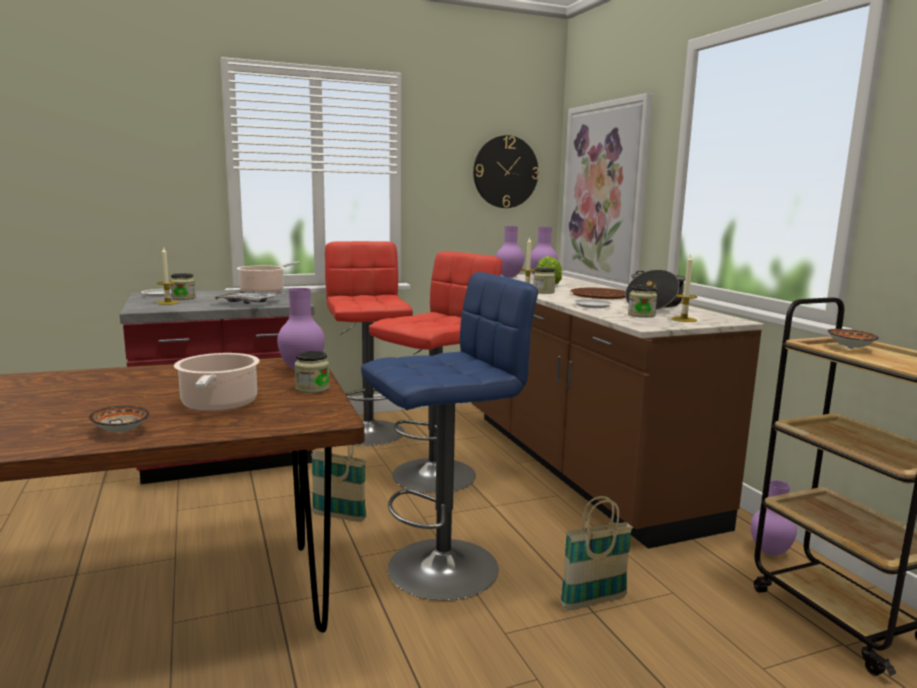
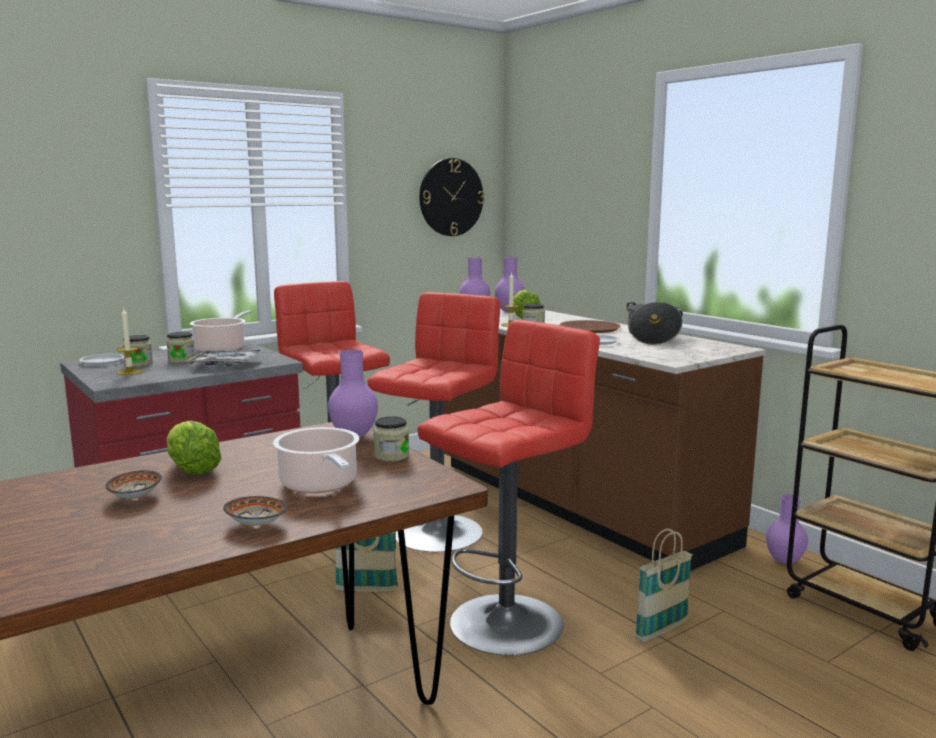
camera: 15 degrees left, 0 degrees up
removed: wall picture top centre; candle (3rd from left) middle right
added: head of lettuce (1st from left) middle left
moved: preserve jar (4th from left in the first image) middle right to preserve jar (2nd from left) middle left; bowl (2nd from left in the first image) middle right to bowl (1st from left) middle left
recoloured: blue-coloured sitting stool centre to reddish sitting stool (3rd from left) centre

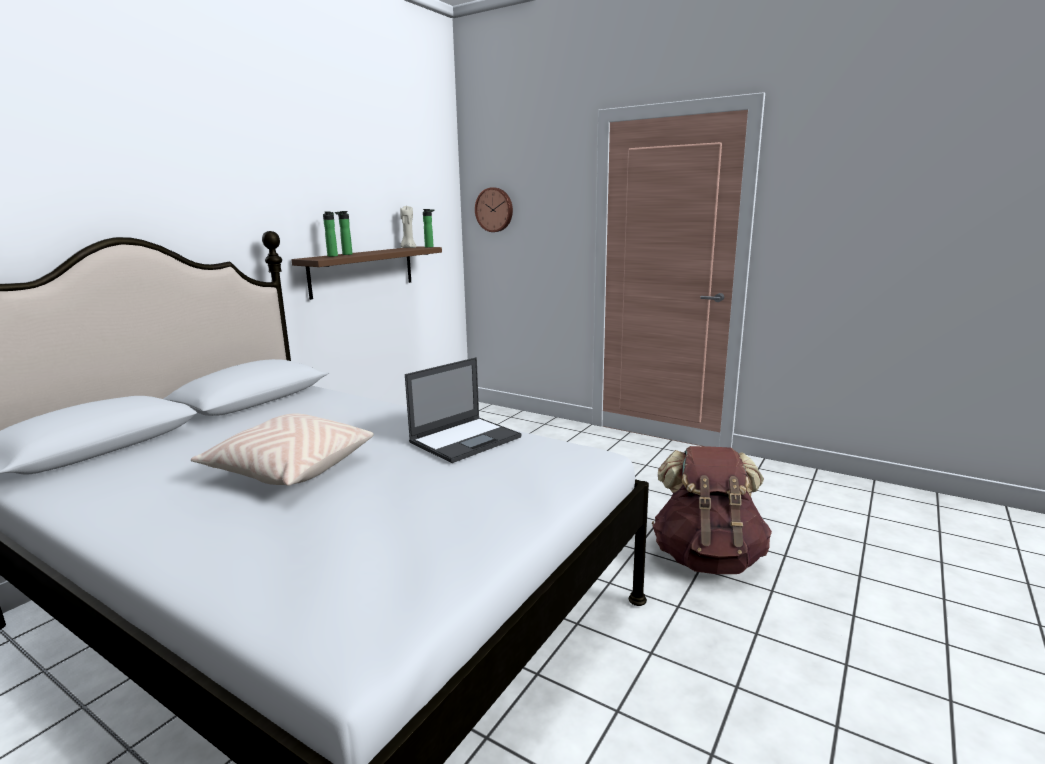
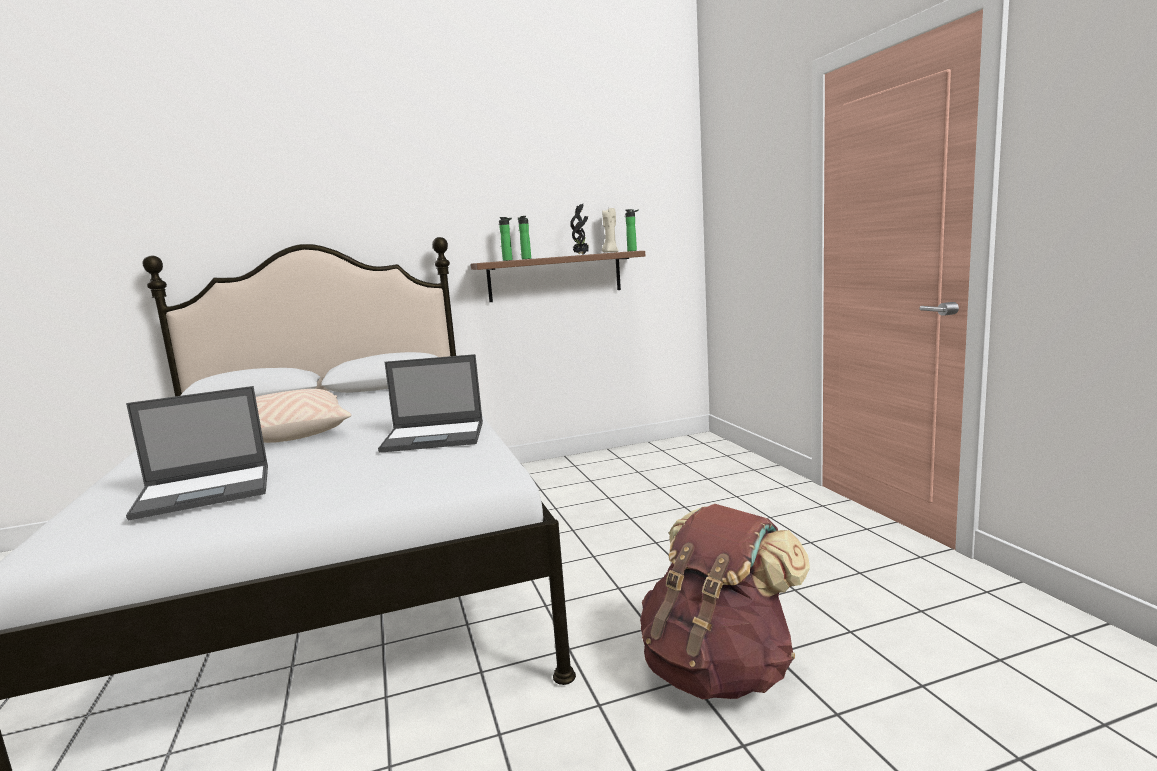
camera: 40 degrees right, 5 degrees down
removed: wall clock top centre
added: laptop (1st from left) middle left; plant in a pot top centre

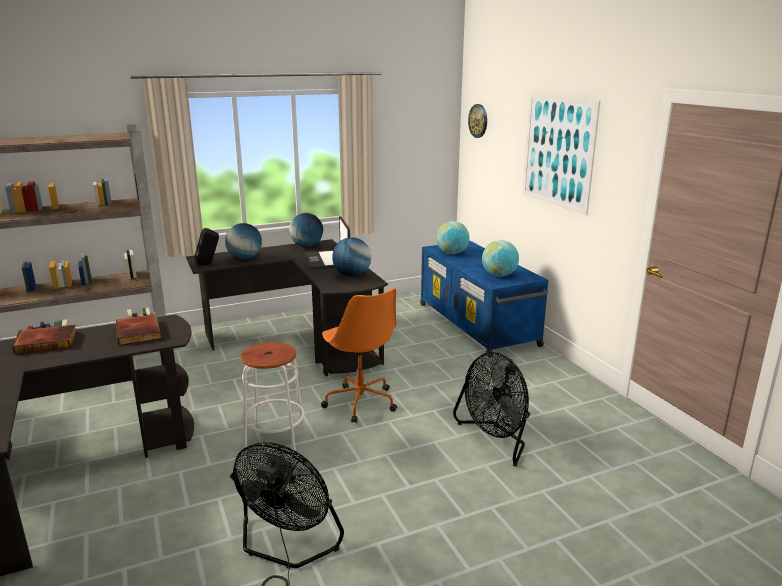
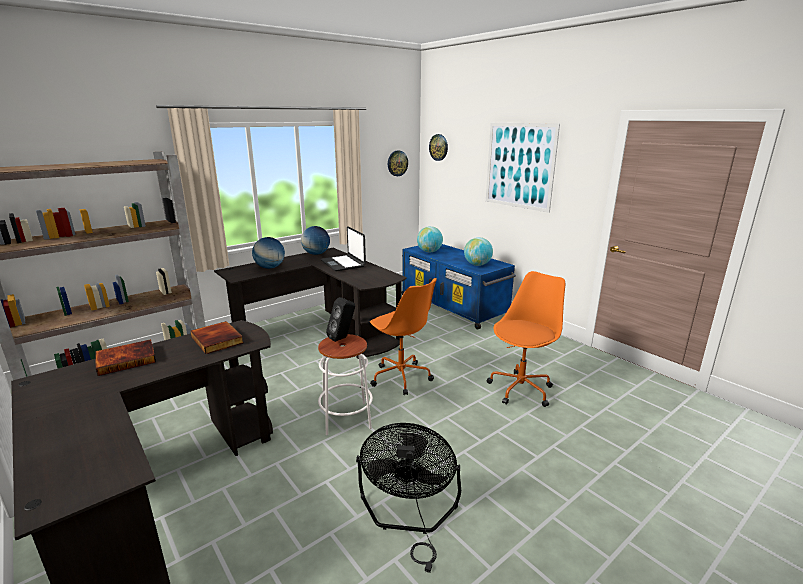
camera: 15 degrees left, 0 degrees up
removed: world globe (3rd from left) centre
added: wall clock (1st from left) top centre
moved: blackish audio speaker middle left to centre
replaced: blackish cooling fan (2nd from left) bottom centre to orange-coloured desk chair (2nd from left) centre

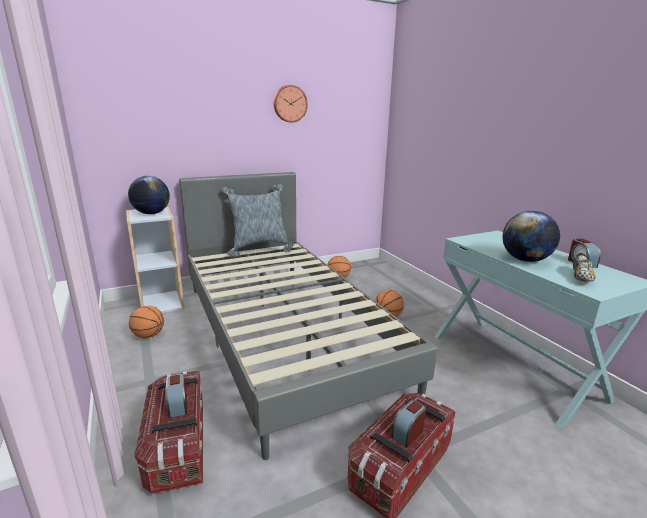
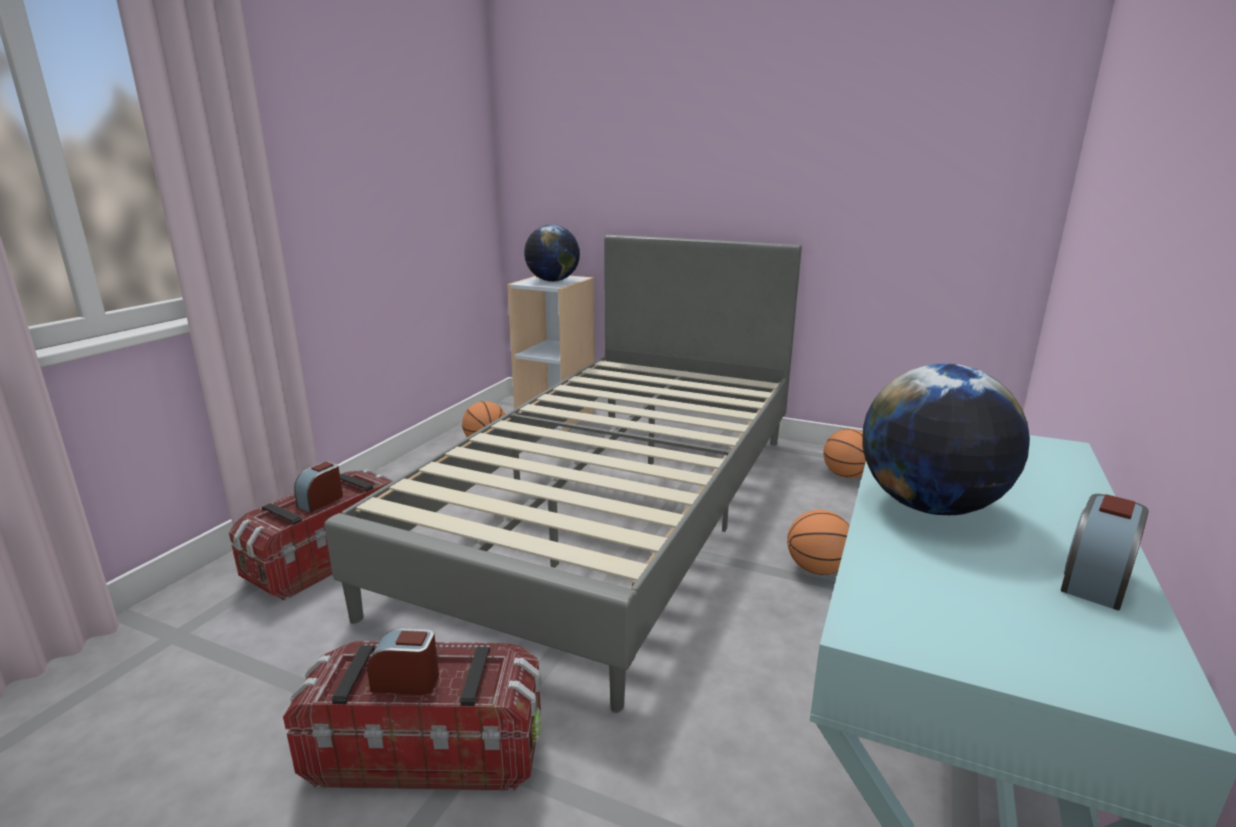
camera: 50 degrees right, 0 degrees up
removed: pillow centre; wall clock top centre; low shoe middle right

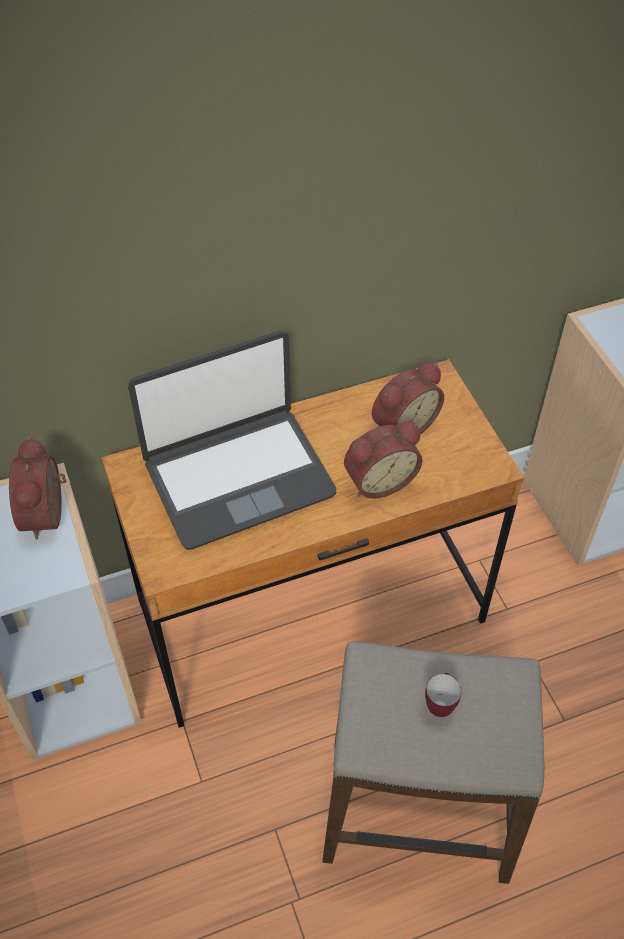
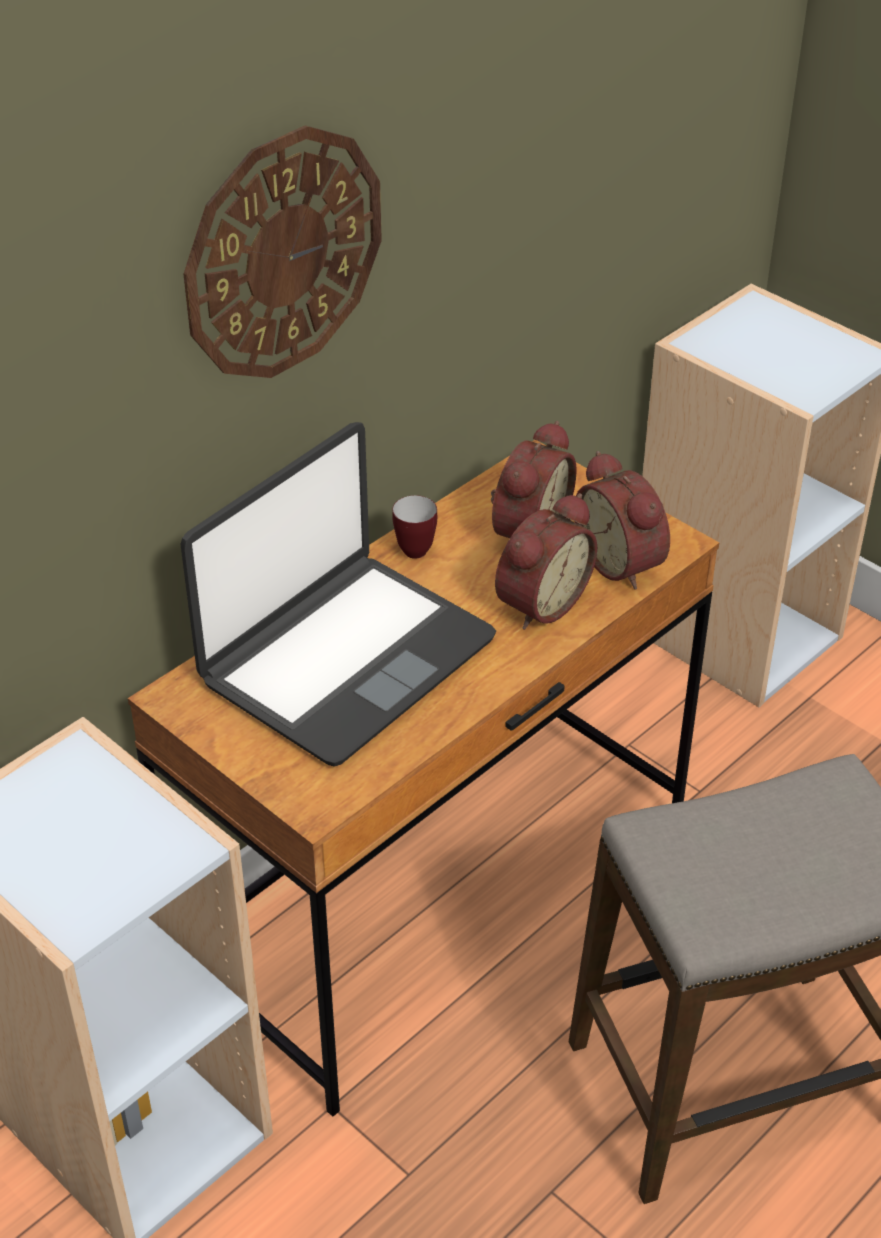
camera: 25 degrees left, 10 degrees down
added: wall clock top left
moved: alarm clock (1st from left in the first image) middle left to alarm clock (3rd from left) middle right; mug bottom right to centre

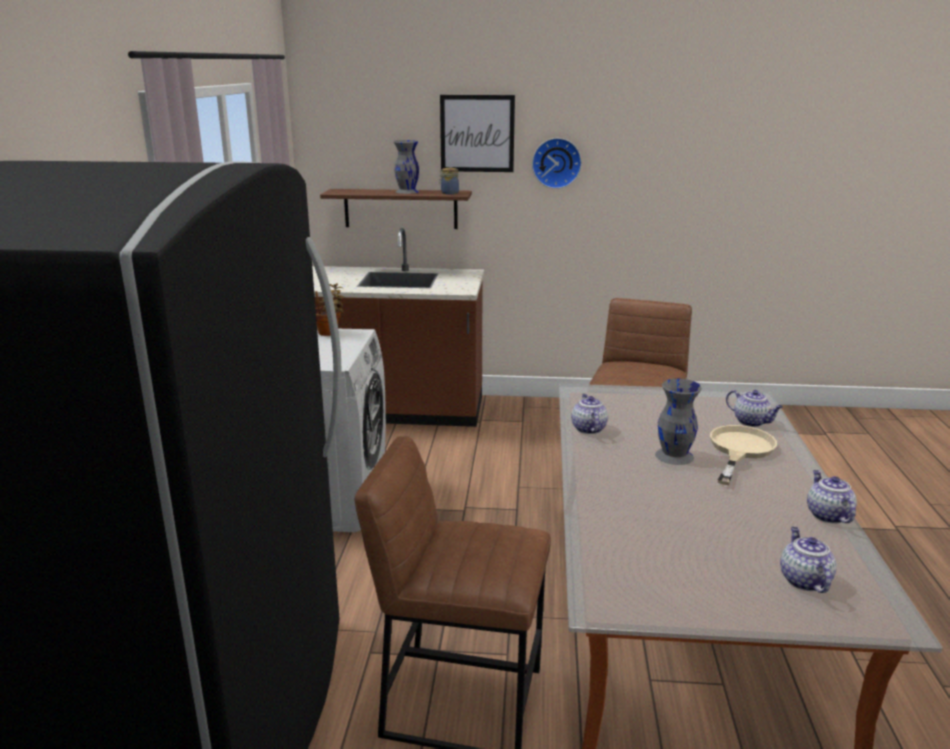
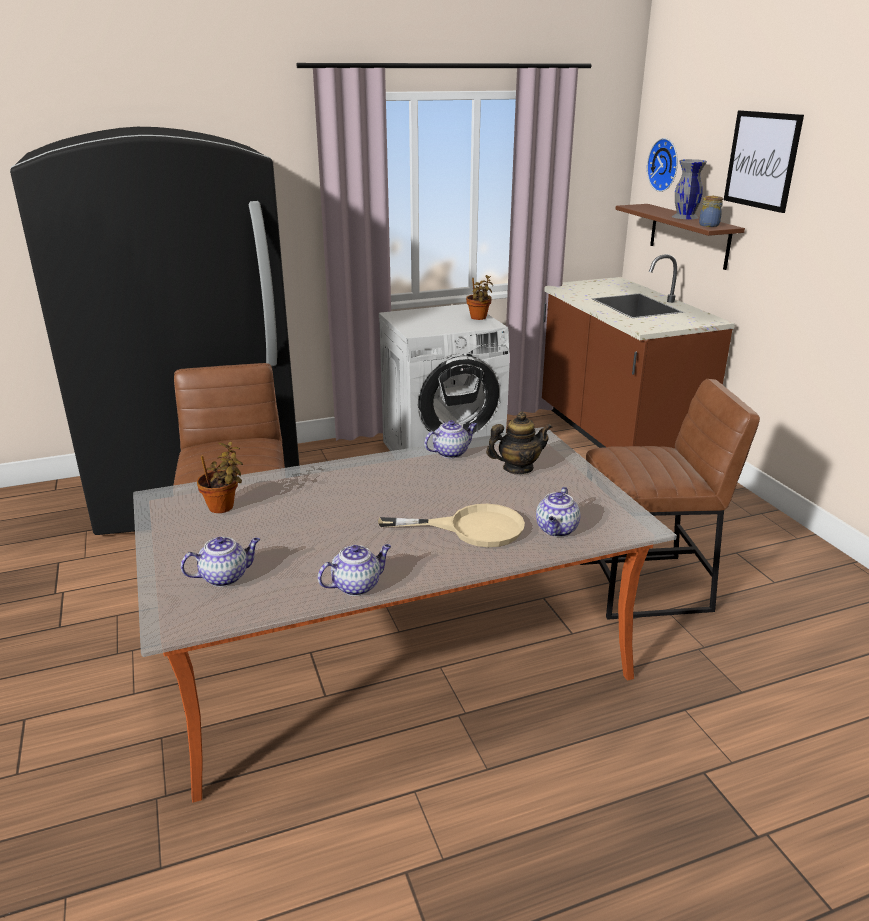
camera: 65 degrees right, 5 degrees up
removed: gray vase (2nd from left) middle right
added: plant in a pot (1st from left) middle left; tea pot (4th from left) centre
moved: wall clock top centre to top right

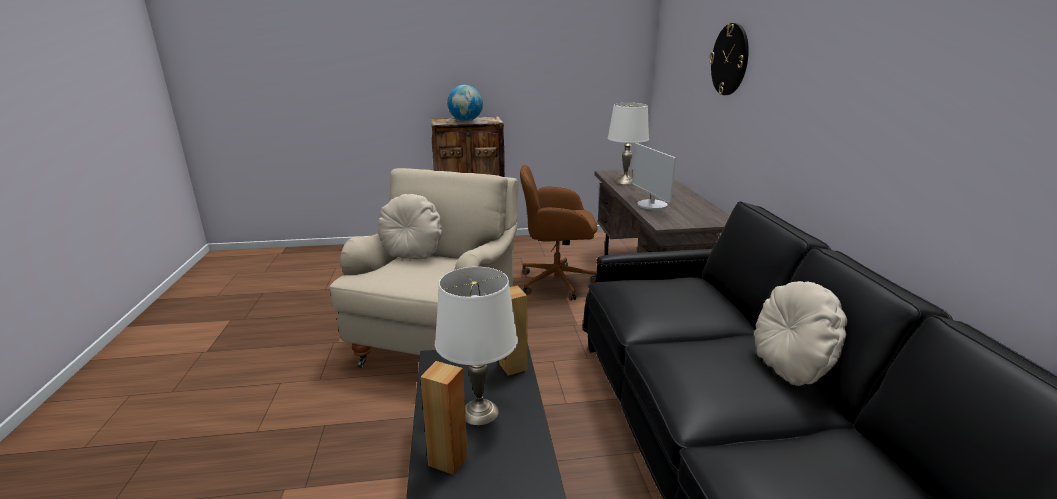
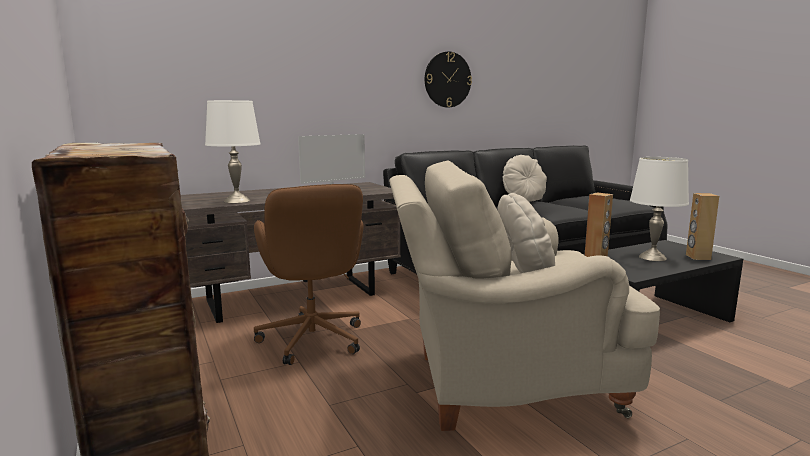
camera: 110 degrees left, 10 degrees down
removed: world globe top centre
moved: wall clock top right to top centre

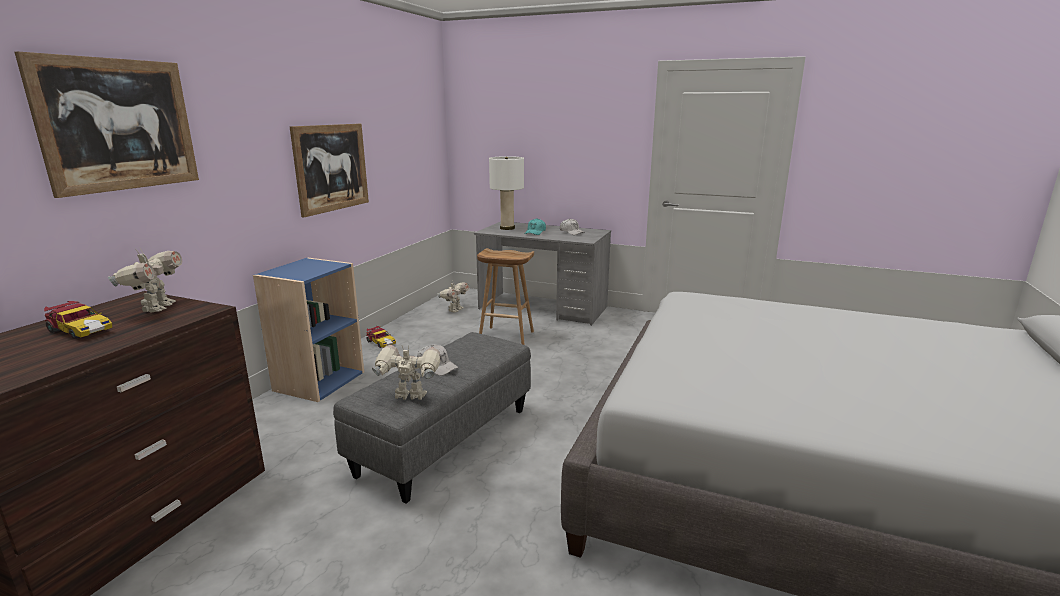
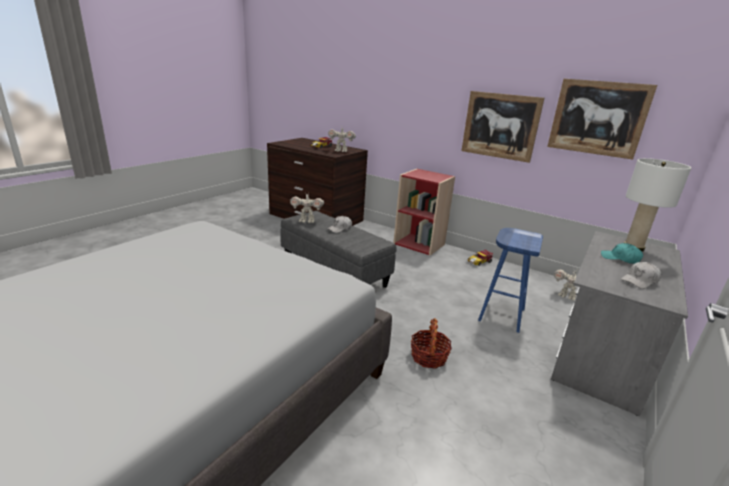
camera: 100 degrees right, 5 degrees up
added: storage basket bottom centre
moved: wall picture (1st from left in the first image) top left to wall picture (2nd from left) top right
recoloured: blue-coloured shelving unit middle left to reddish shelving unit centre; brown sitting stool centre to blue-coloured sitting stool middle right
turned: robot figure (2nd from left in the first image) centre = centre 75 degrees clockwise

